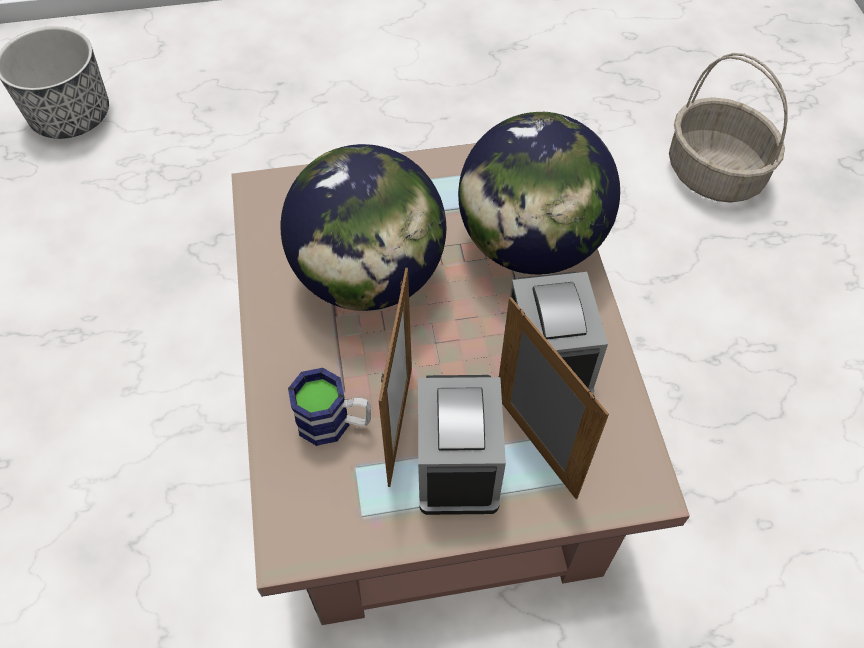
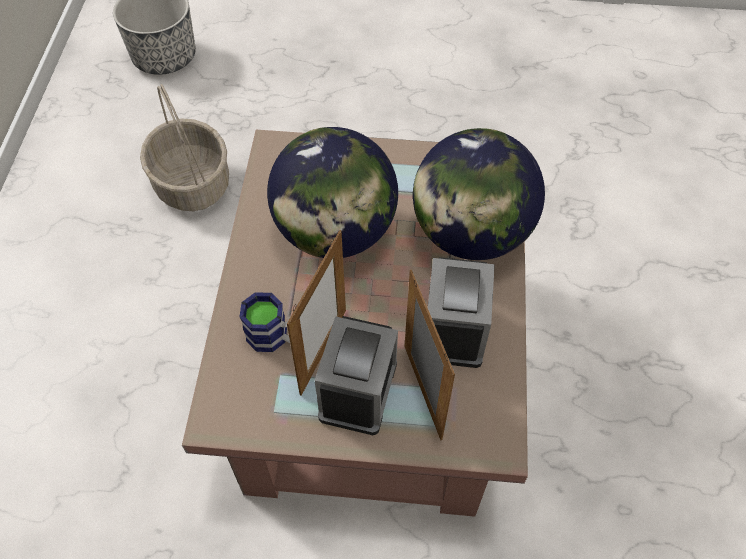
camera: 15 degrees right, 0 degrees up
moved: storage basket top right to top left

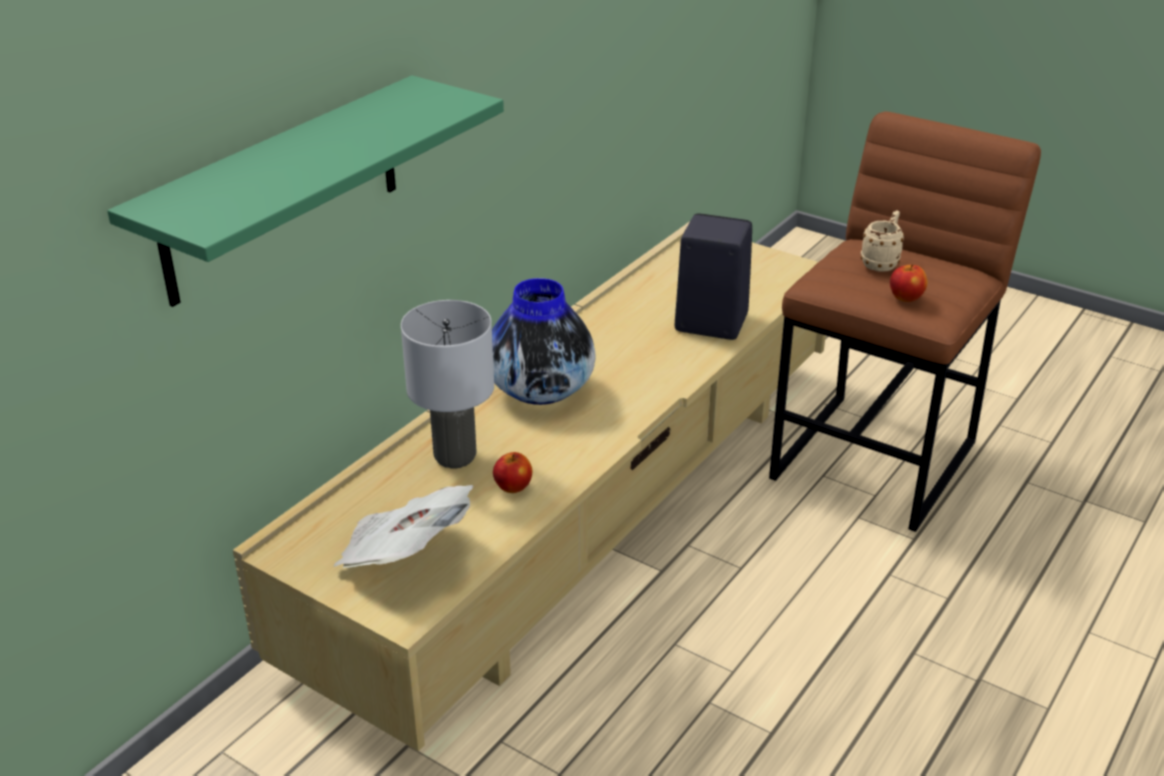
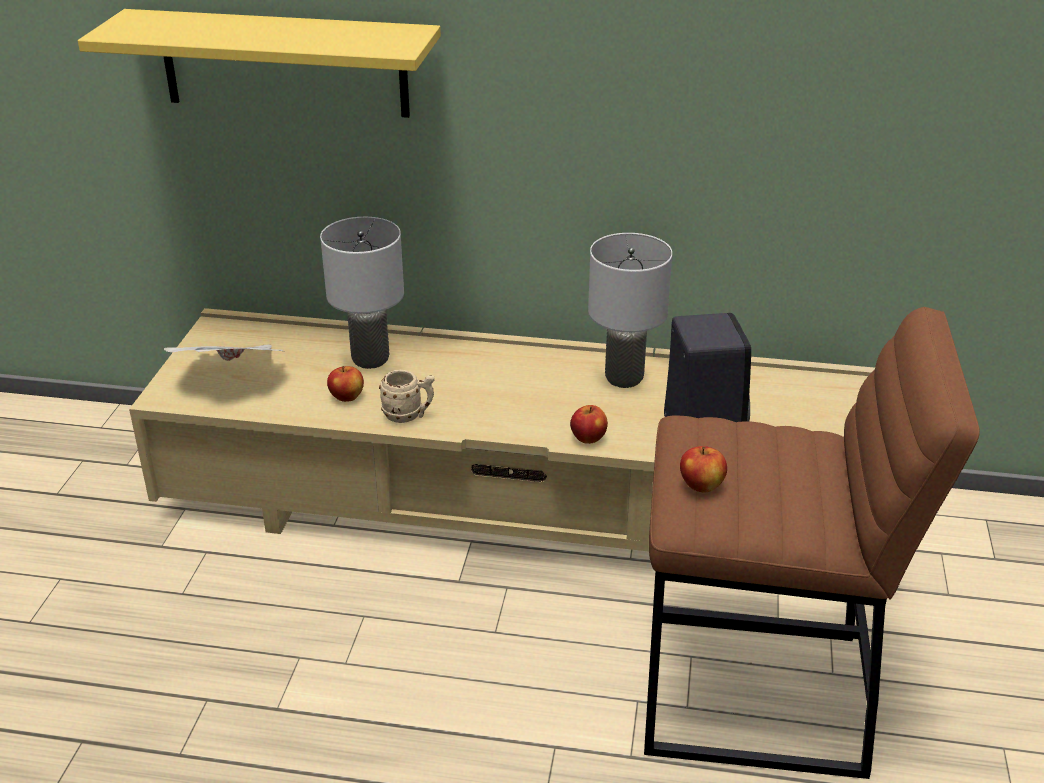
camera: 65 degrees right, 0 degrees up
removed: vase centre
added: apple (2nd from left) centre; white-coloured table lamp (2nd from left) centre
moved: beige mug top right to centre
recoloured: green-coloured bracket shelf top left to yellow-coloured bracket shelf top left

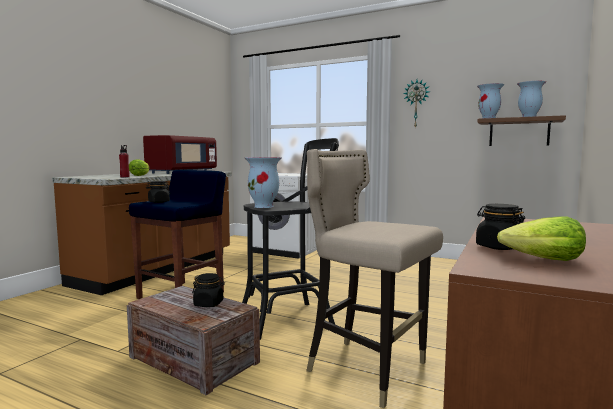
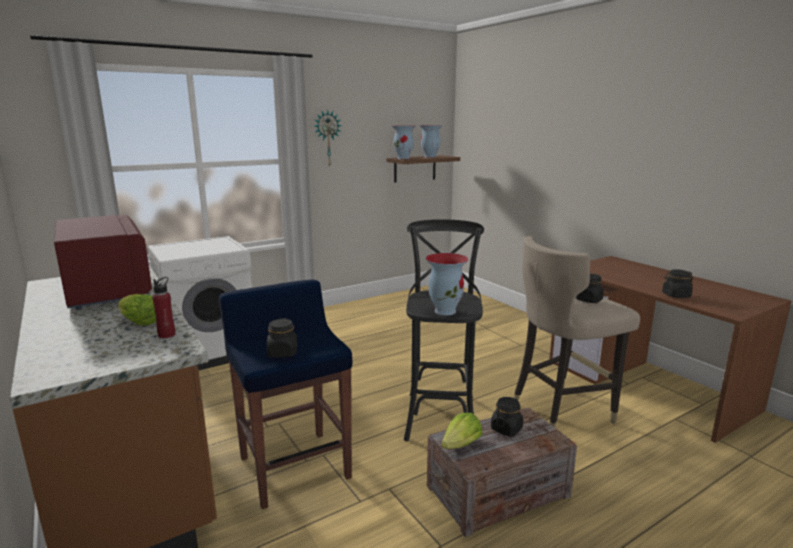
camera: 60 degrees left, 10 degrees up
added: blackish preserve jar (3rd from left) middle right
moved: head of lettuce (2nd from left) middle right to bottom centre

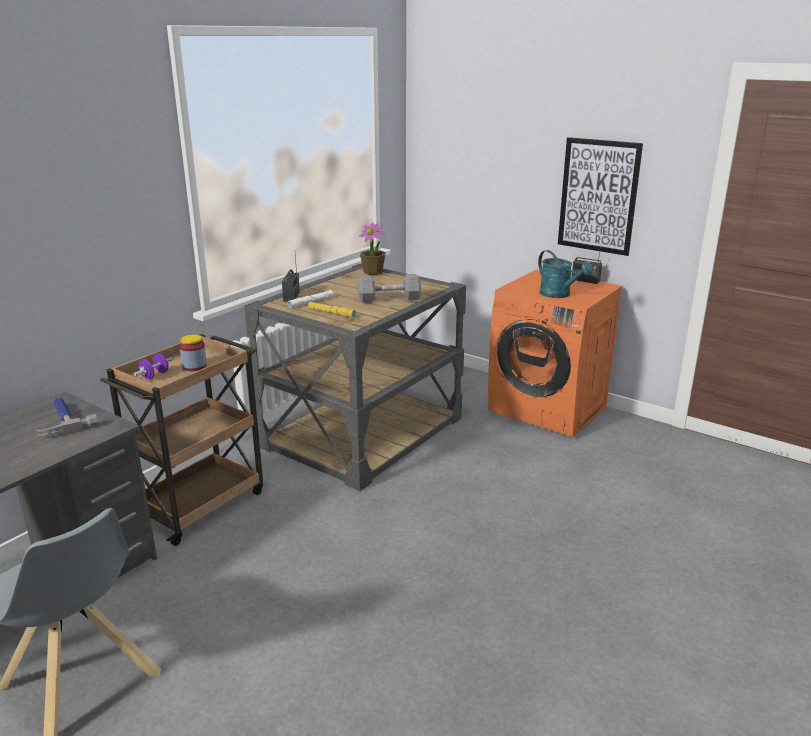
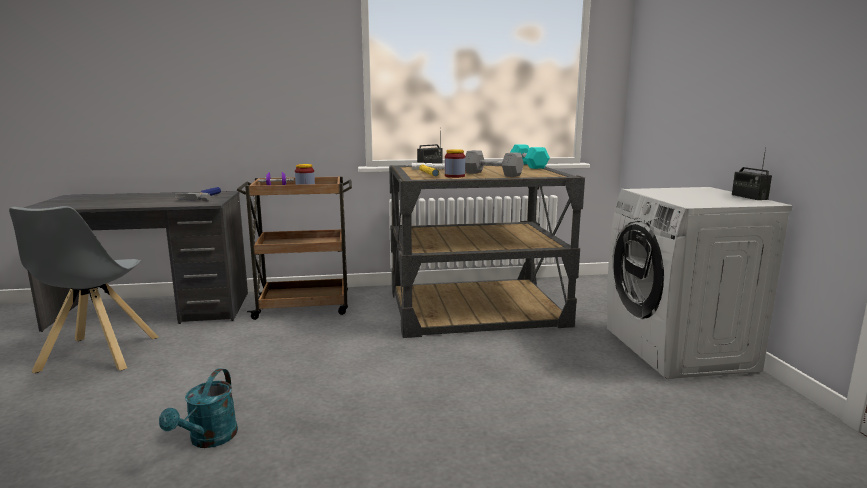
camera: 45 degrees right, 10 degrees down
removed: wall picture top right
added: preserve jar (2nd from left) centre
moved: turquoise-coloured watering can middle right to bottom left
replaced: plant in a pot centre to turquoise-coloured free weight top centre
recoloured: orange-coloured laundry machine middle right to white-coloured laundry machine middle right

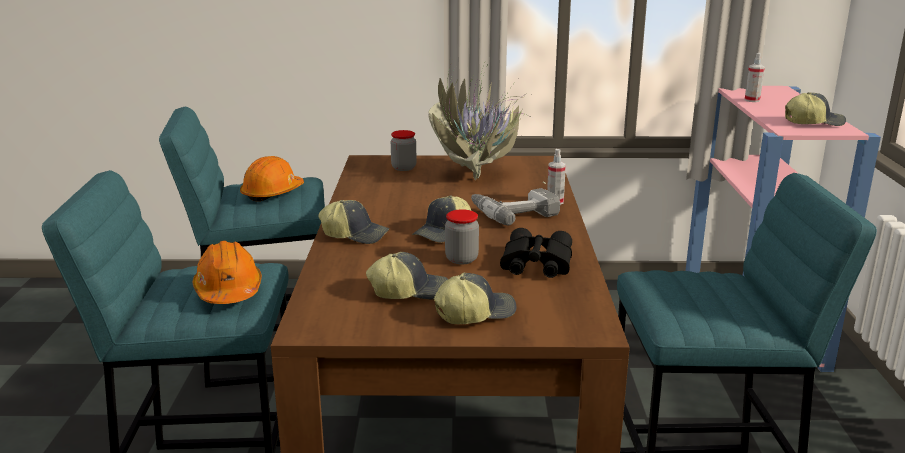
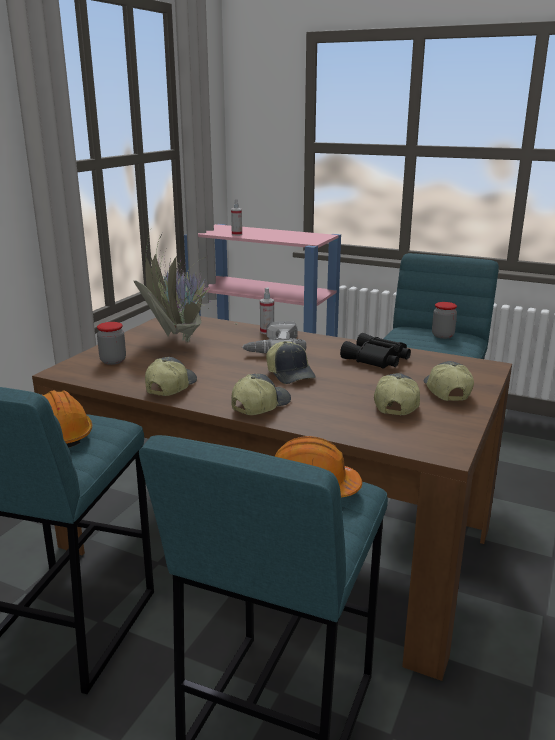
camera: 65 degrees left, 0 degrees up
moved: preserve jar (2nd from left) centre to middle right; peaked cap (5th from left in the first image) top right to peaked cap (1st from left) middle left

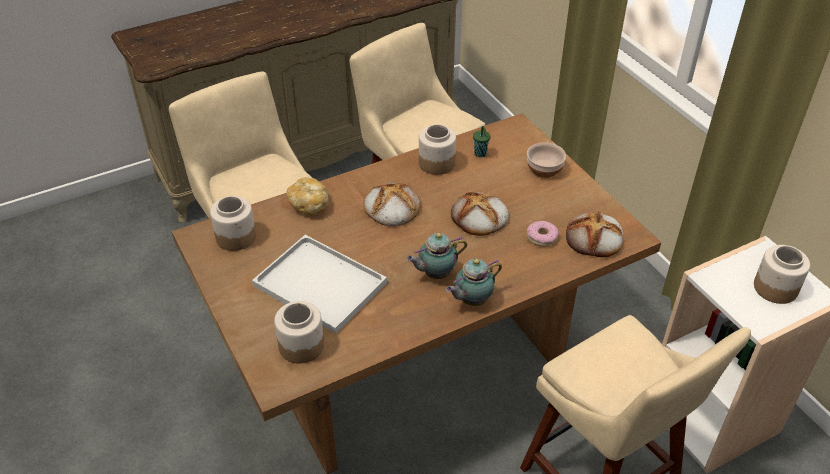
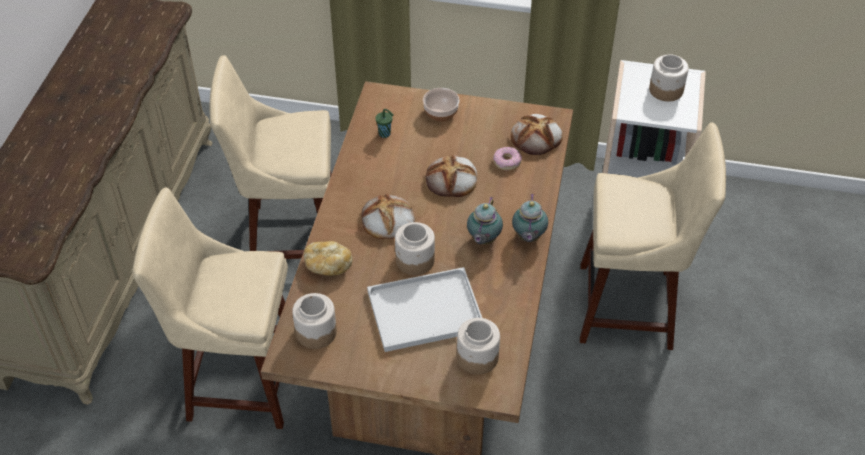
camera: 50 degrees left, 5 degrees up
moved: preserve jar (3rd from left in the first image) top centre to preserve jar (2nd from left) centre

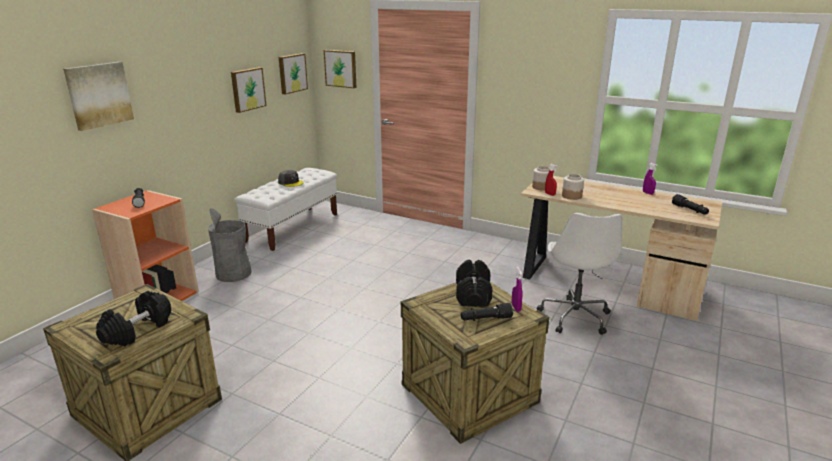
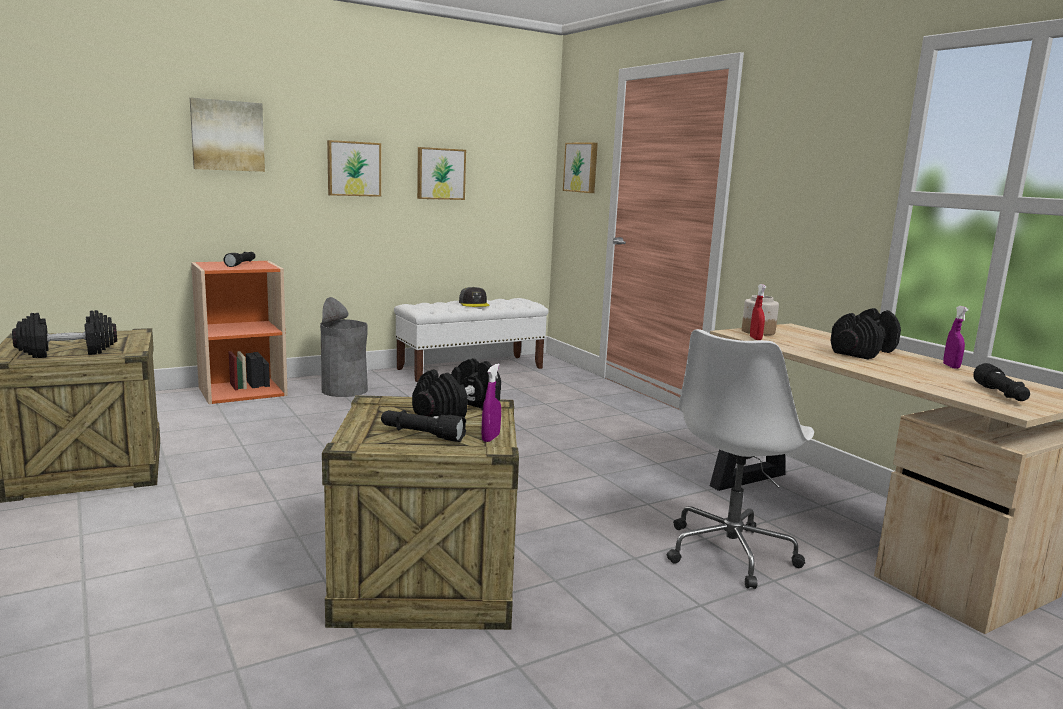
camera: 30 degrees right, 10 degrees down
removed: preserve jar (2nd from left) middle right
added: blackish free weight (3rd from left) middle right
moved: wall picture (3rd from left in the first image) top centre to wall picture (2nd from left) top left

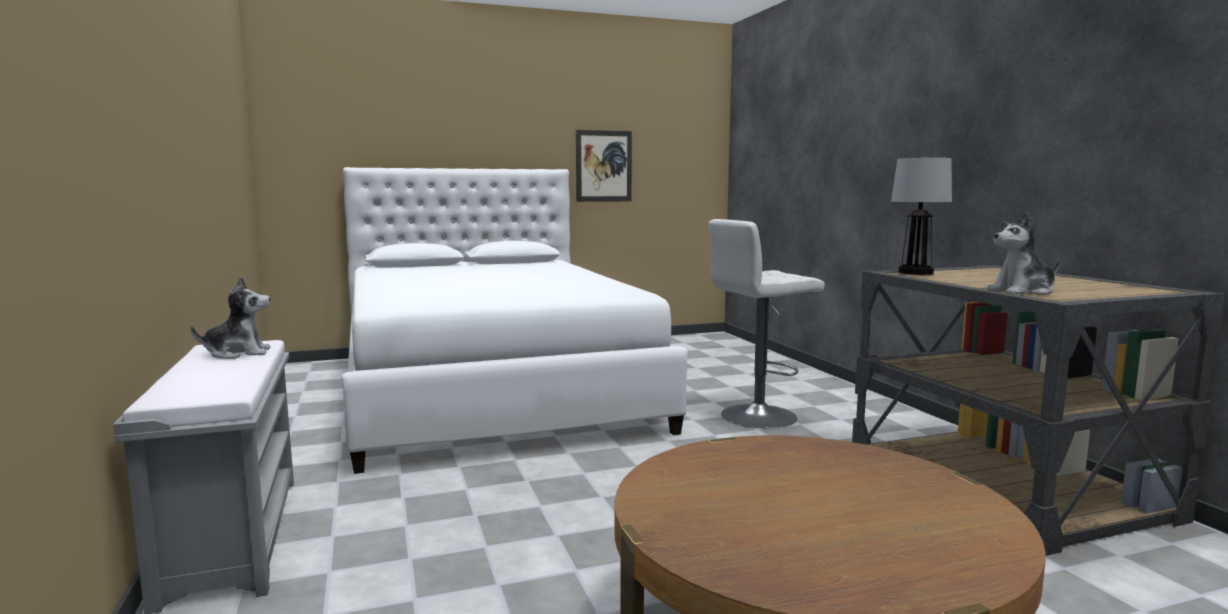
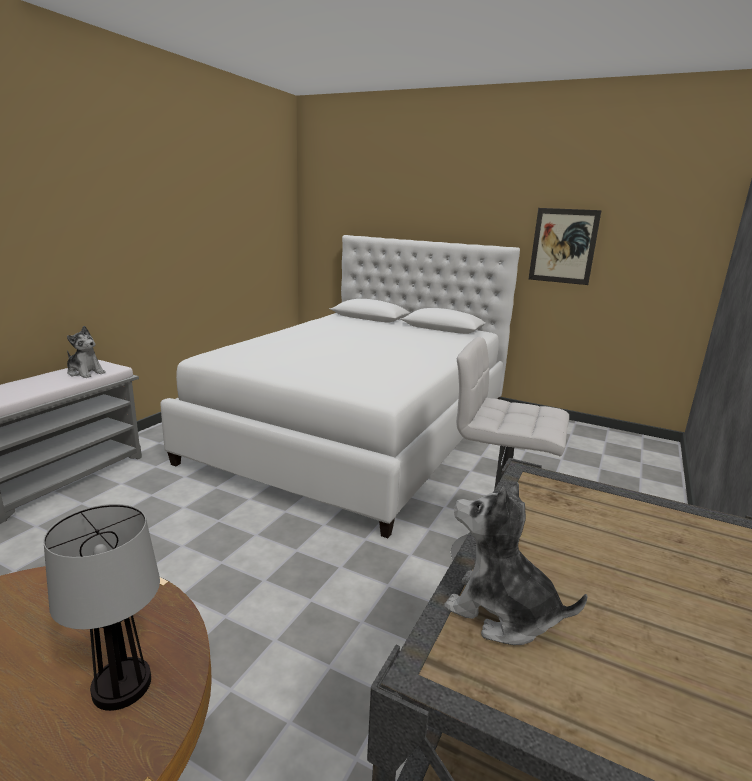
camera: 45 degrees right, 10 degrees up
moved: table lamp middle right to bottom left

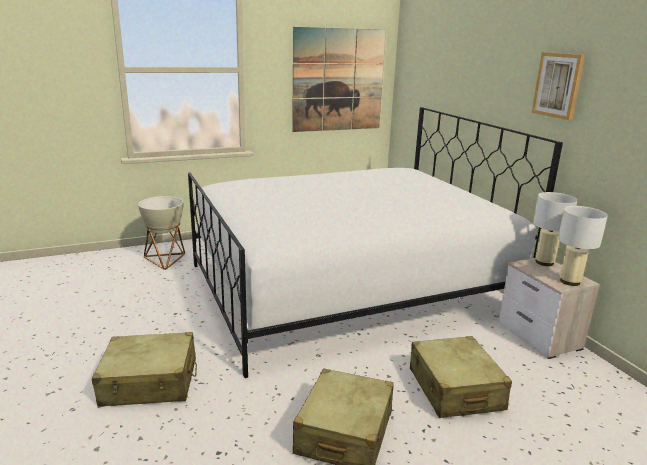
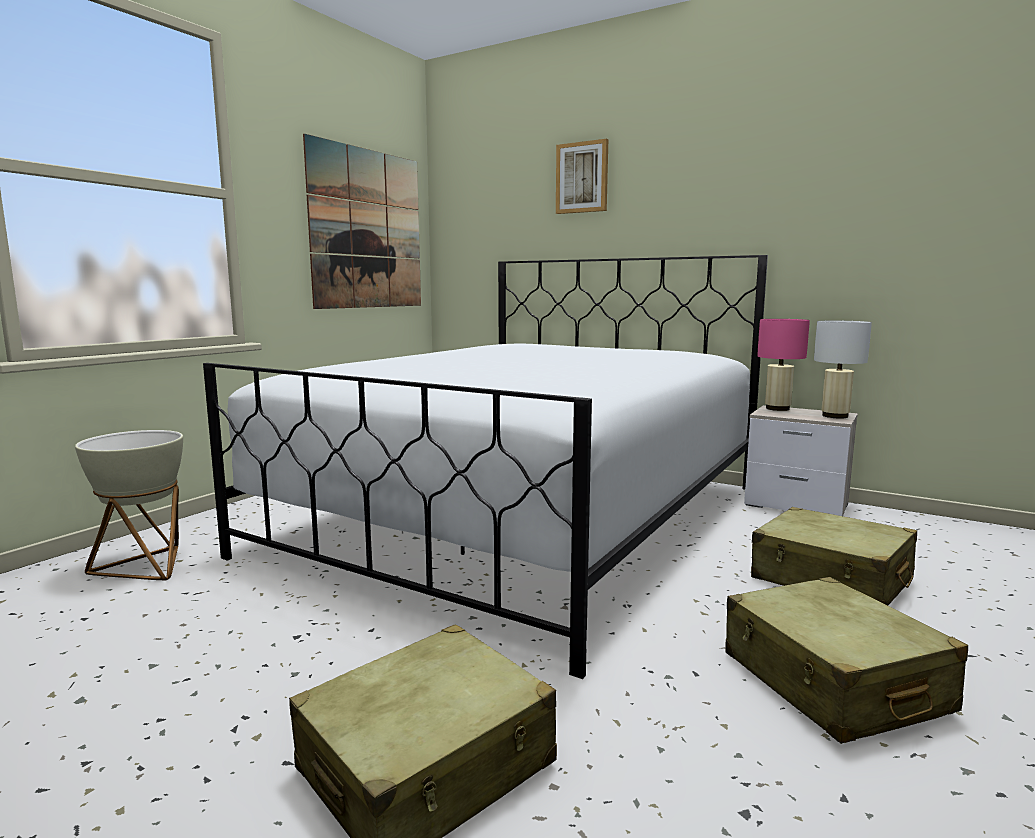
camera: 35 degrees left, 10 degrees down
moved: wall picture (2nd from left) top right to top centre
recoloured: white-coloured table lamp (1st from left) middle right to pink-coloured table lamp middle right

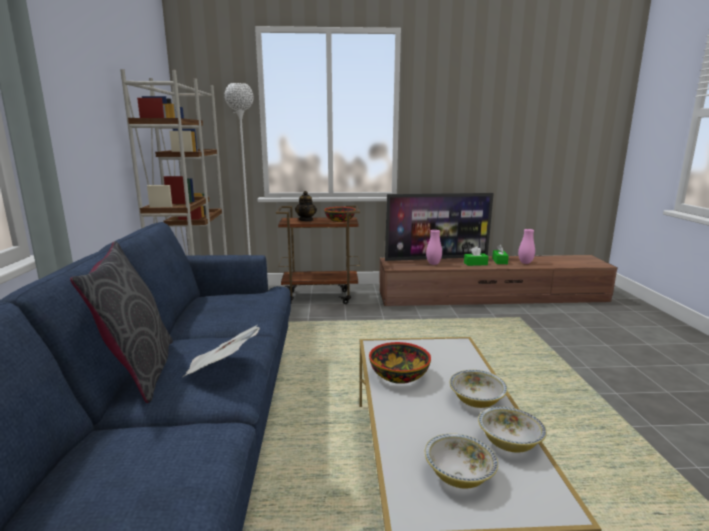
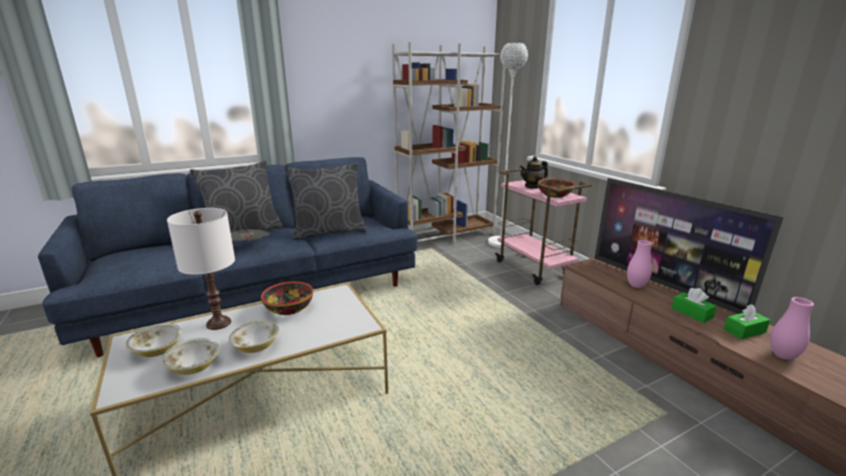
camera: 65 degrees right, 5 degrees up
added: white-coloured table lamp middle left; gray pillow (2nd from left) centre
recoloured: brown trolley centre to pink-coloured trolley centre

